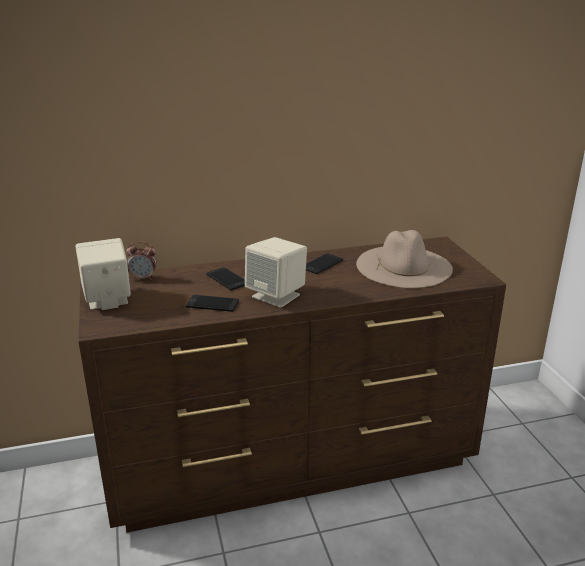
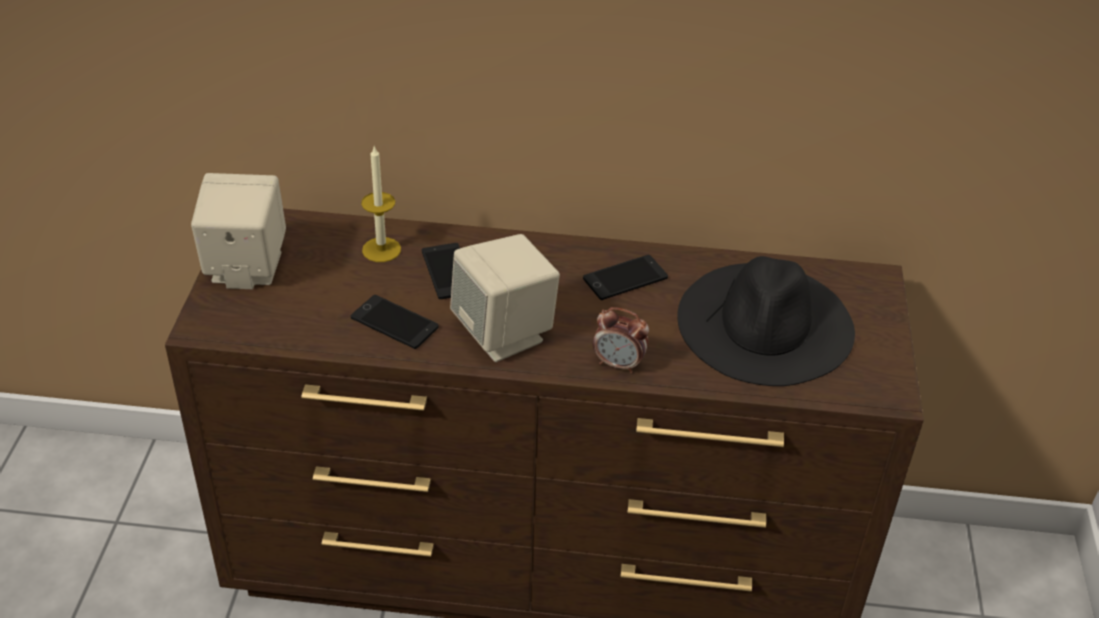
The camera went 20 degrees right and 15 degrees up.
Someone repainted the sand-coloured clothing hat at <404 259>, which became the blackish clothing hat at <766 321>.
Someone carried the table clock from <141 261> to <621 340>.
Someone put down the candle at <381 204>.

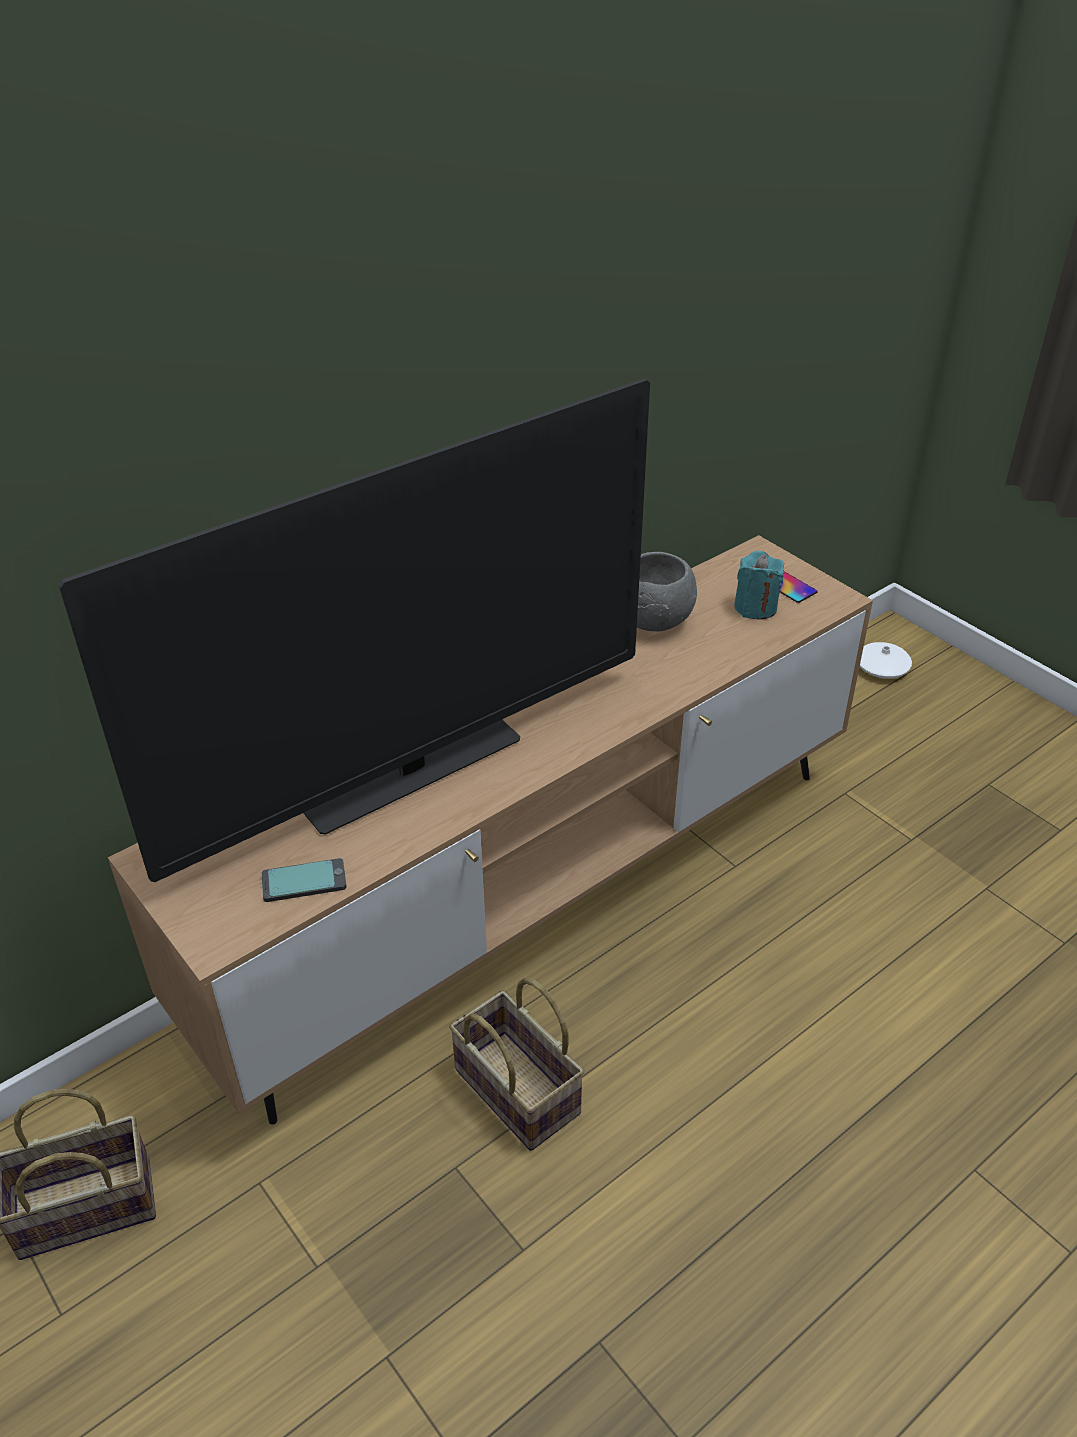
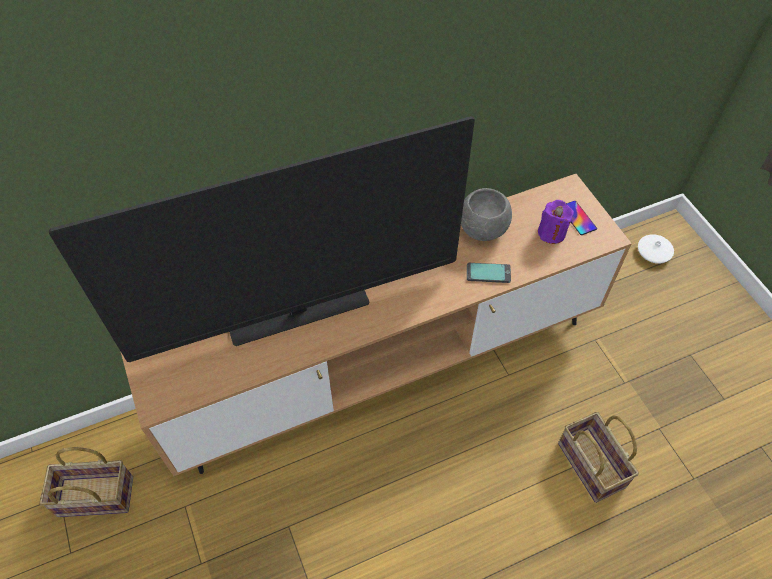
The camera went 15 degrees right and 15 degrees up.
Someone repainted the blue-green candle at <759 585>, which became the purple candle at <556 222>.
Someone carried the phone from <304 880> to <489 273>.
Someone carried the storage basket from <517 1064> to <598 457>.

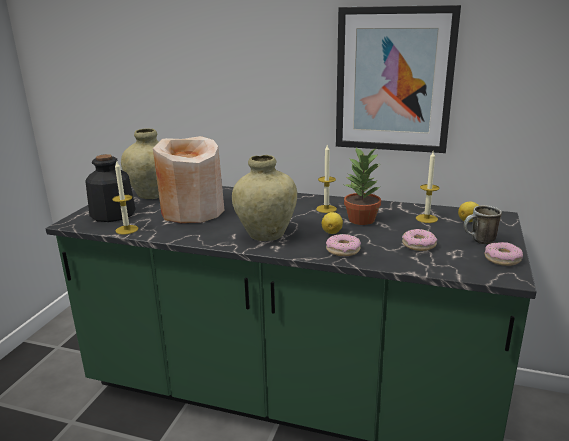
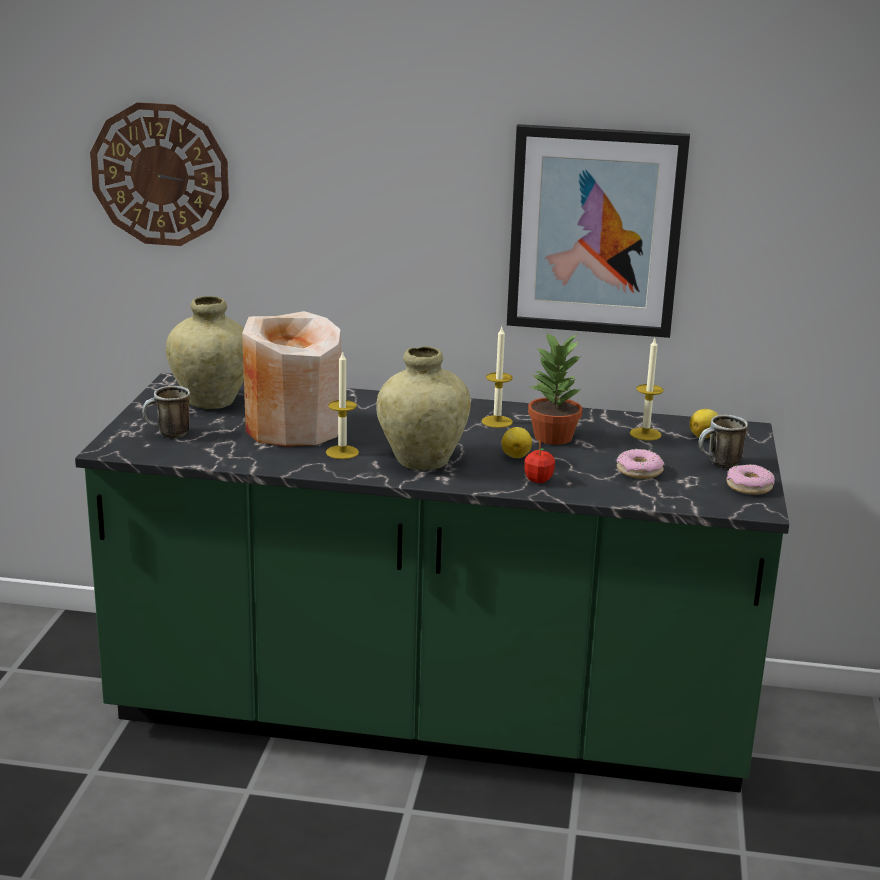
The camera went 10 degrees left and 0 degrees up.
Someone swapped the bottle at <110 188> for the tea mug at <166 412>.
Someone carried the candle from <125 198> to <342 405>.
Someone swapped the doughnut at <343 245> for the whole apple at <539 461>.
Someone put up the wall clock at <159 174>.

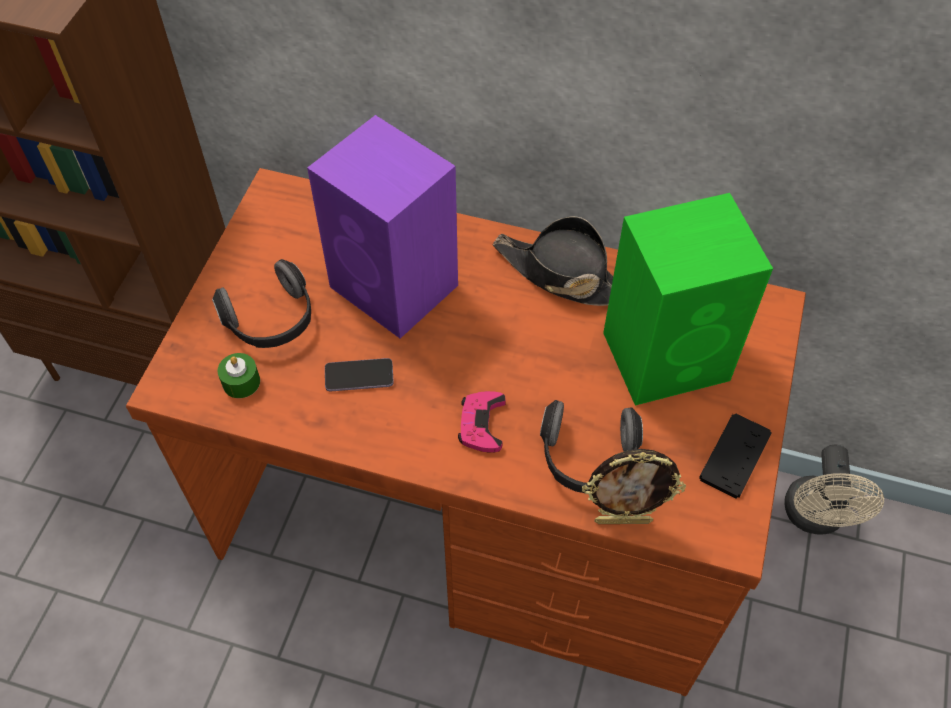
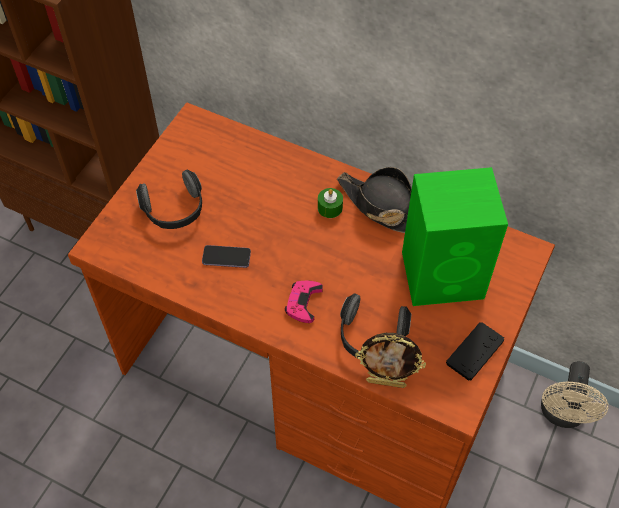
The camera went 10 degrees right and 0 degrees up.
Someone took away the purple audio speaker at <382 227>.
Someone carried the greenish candle from <238 375> to <330 203>.

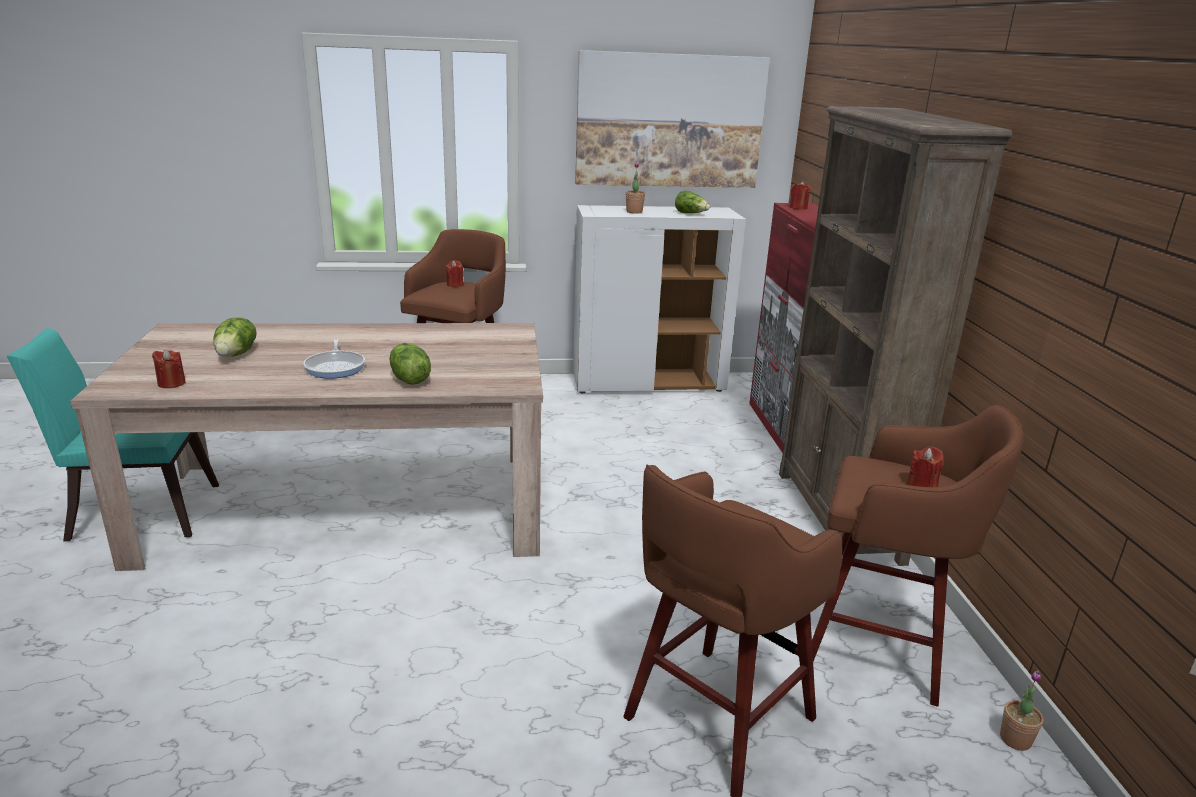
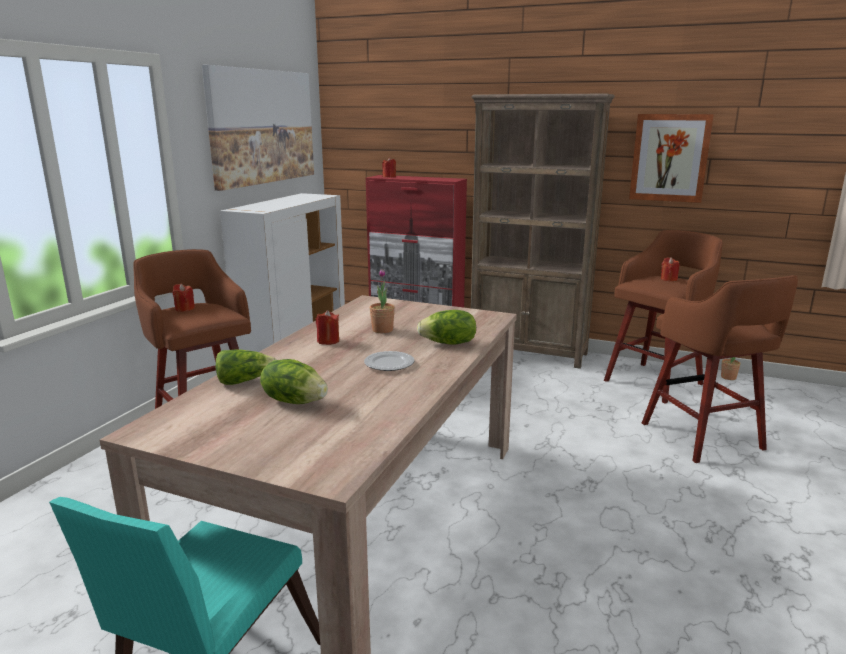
The camera went 60 degrees left and 5 degrees down.
Someone carried the potted plant from <635 188> to <382 301>.
Someone carried the lettuce head from <692 201> to <246 367>.
Someone swapped the frying pan at <334 359> for the plate at <389 361>.
Someone carried the red candle from <169 368> to <327 327>.
Someone put up the wall art at <671 158>.

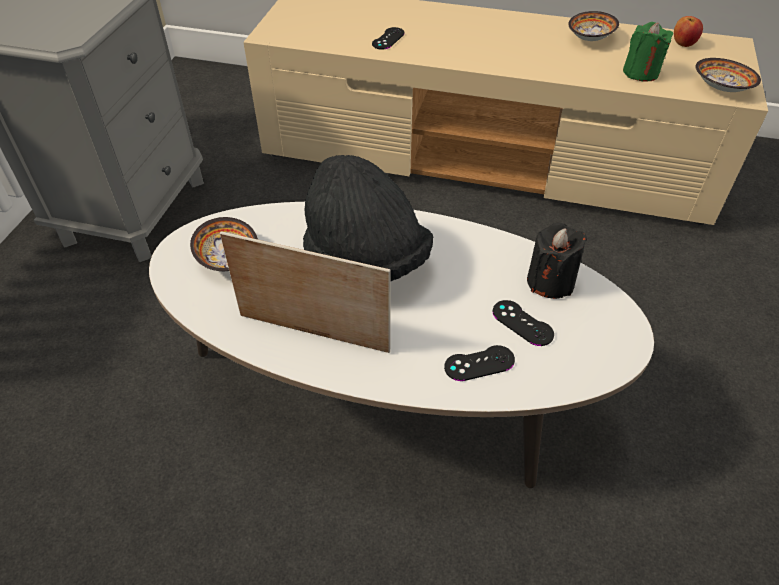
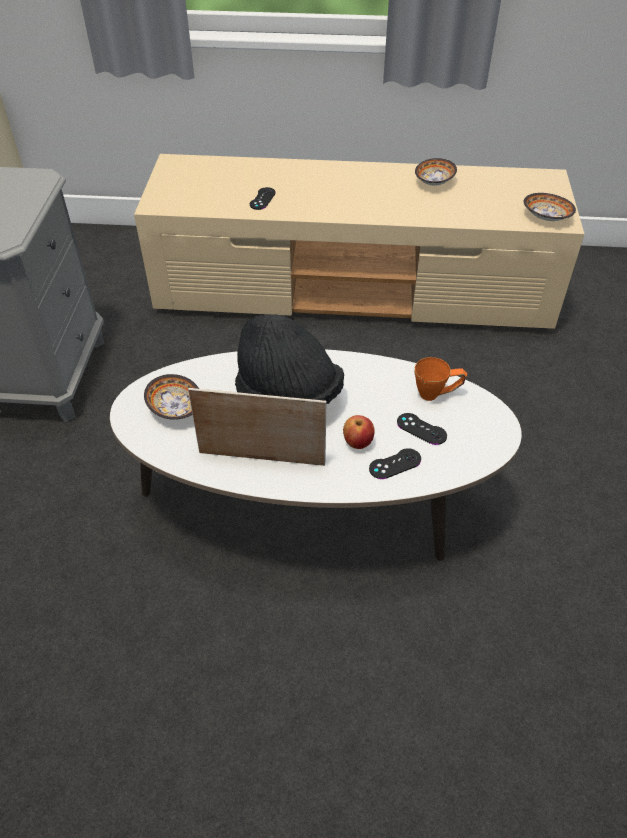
The camera went 10 degrees left and 0 degrees up.
Someone carried the whole apple from <688 31> to <359 432>.
Someone took away the greenish candle at <648 52>.
Someone swapped the blackish candle at <557 260> for the orange tea mug at <441 379>.

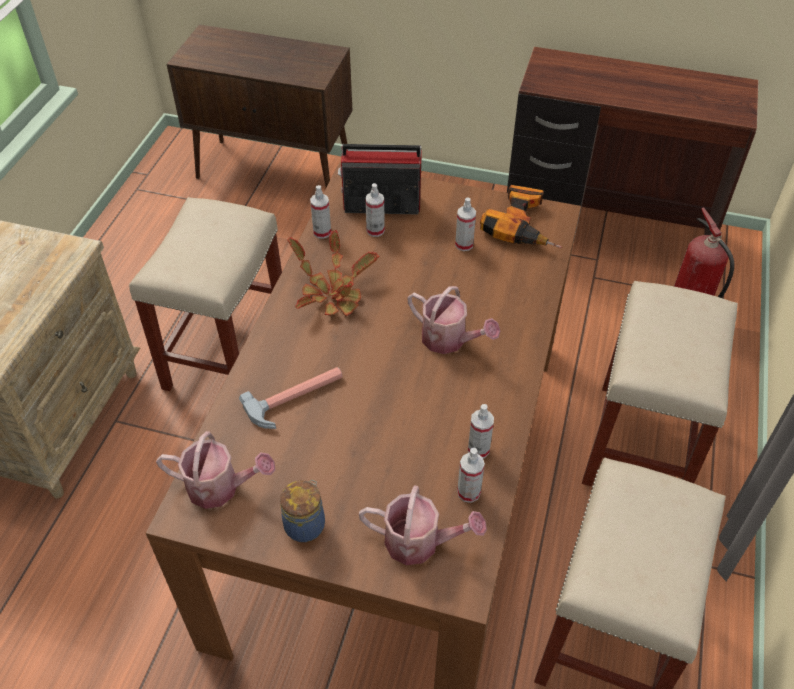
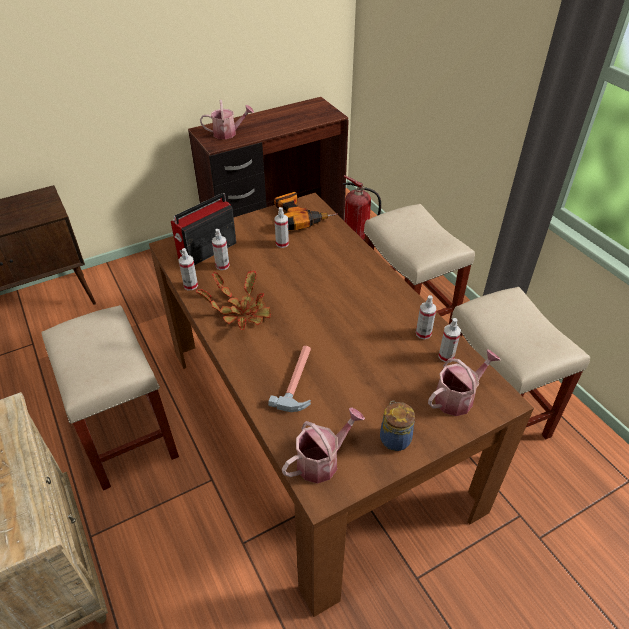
The camera went 45 degrees left and 5 degrees down.
Someone carried the watering can from <453 320> to <227 119>.

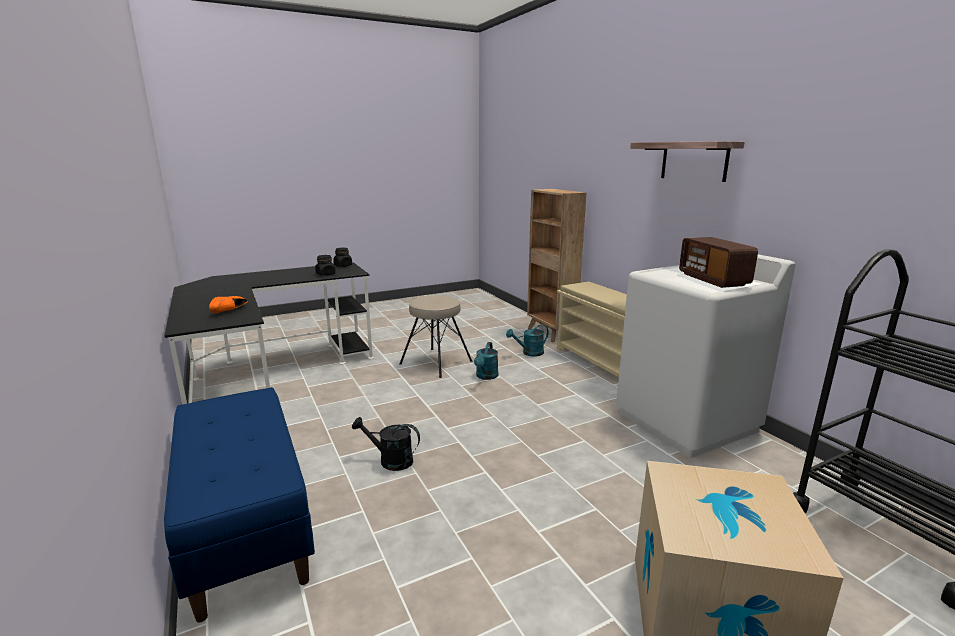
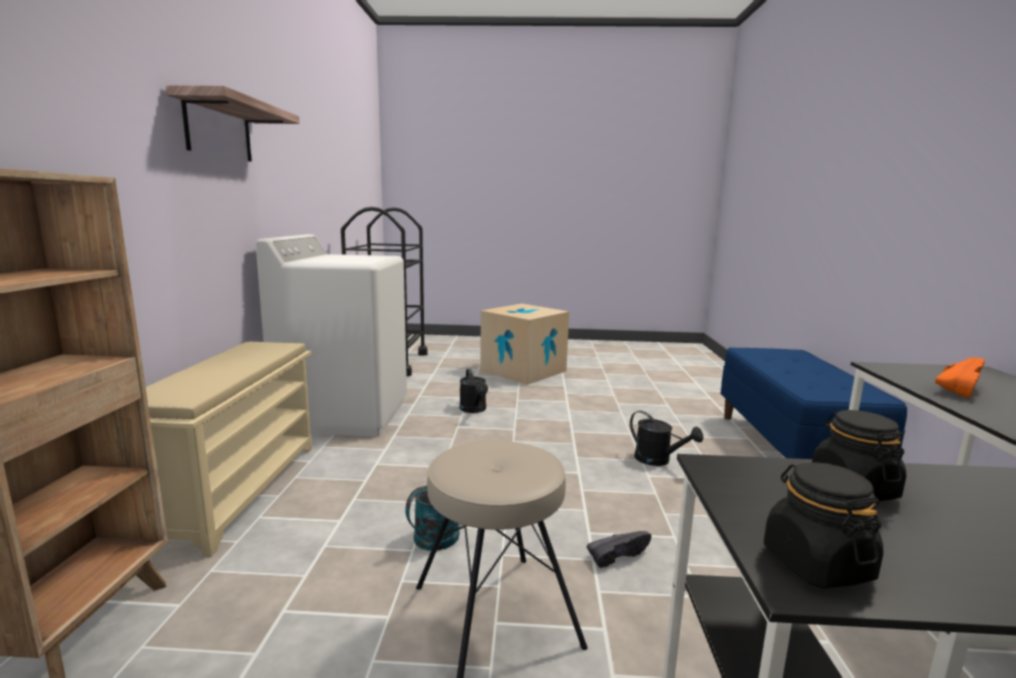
The camera went 150 degrees left and 5 degrees down.
Someone took away the radio receiver at <718 262>.
Someone took away the blue-green watering can at <527 341>.
Someone put down the blackish watering can at <474 391>.
Someone put down the blackish item of footwear at <619 549>.

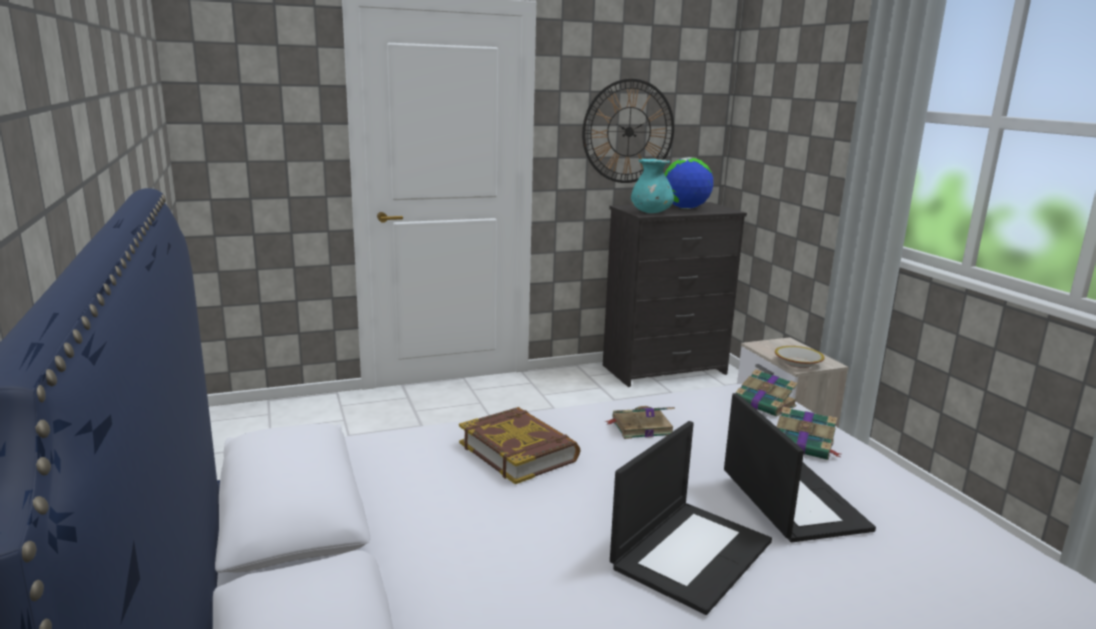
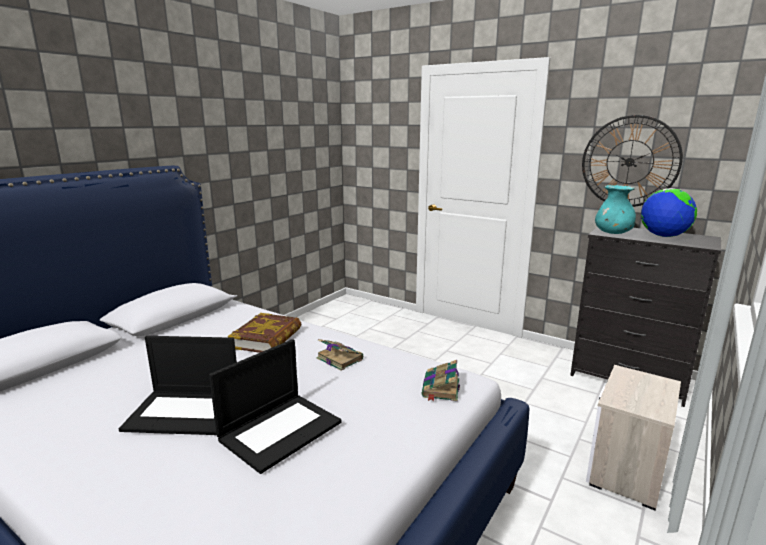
The camera went 55 degrees right and 0 degrees up.
Someone took away the serving bowl at <800 357>.
Someone took away the book at <808 433>.

